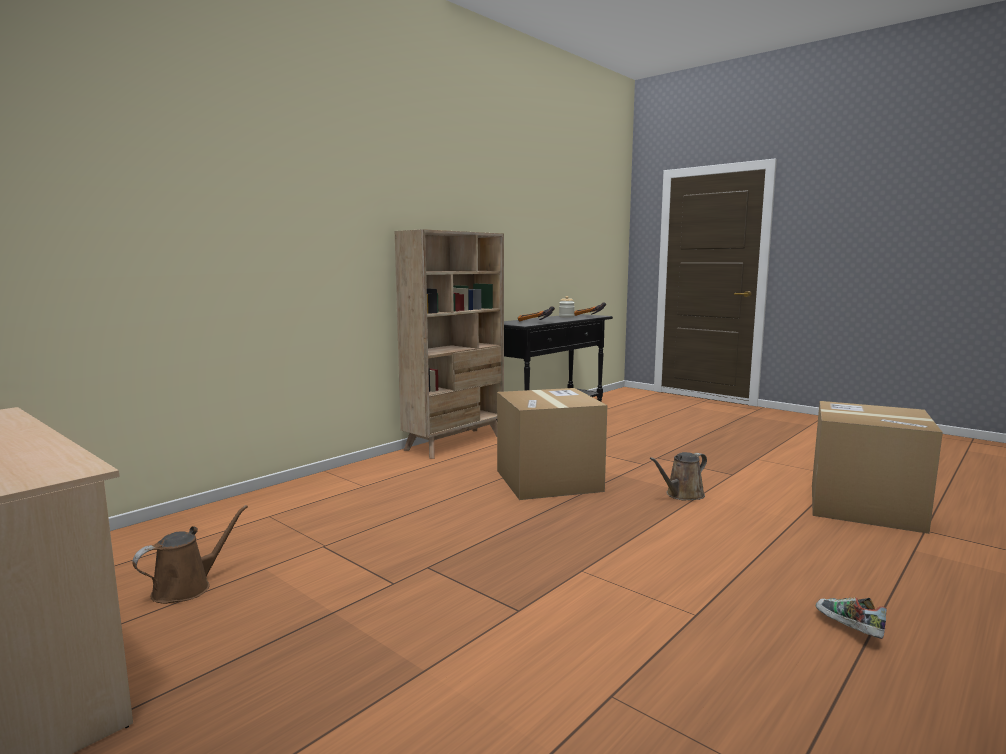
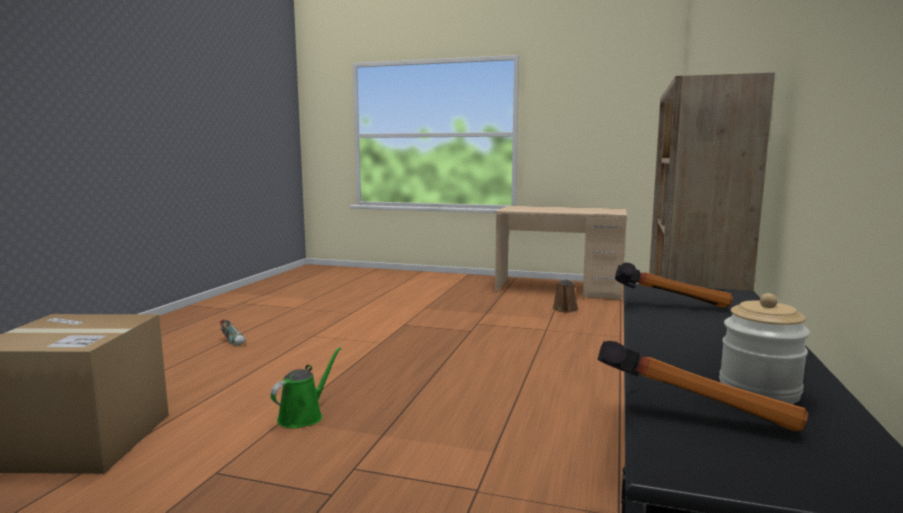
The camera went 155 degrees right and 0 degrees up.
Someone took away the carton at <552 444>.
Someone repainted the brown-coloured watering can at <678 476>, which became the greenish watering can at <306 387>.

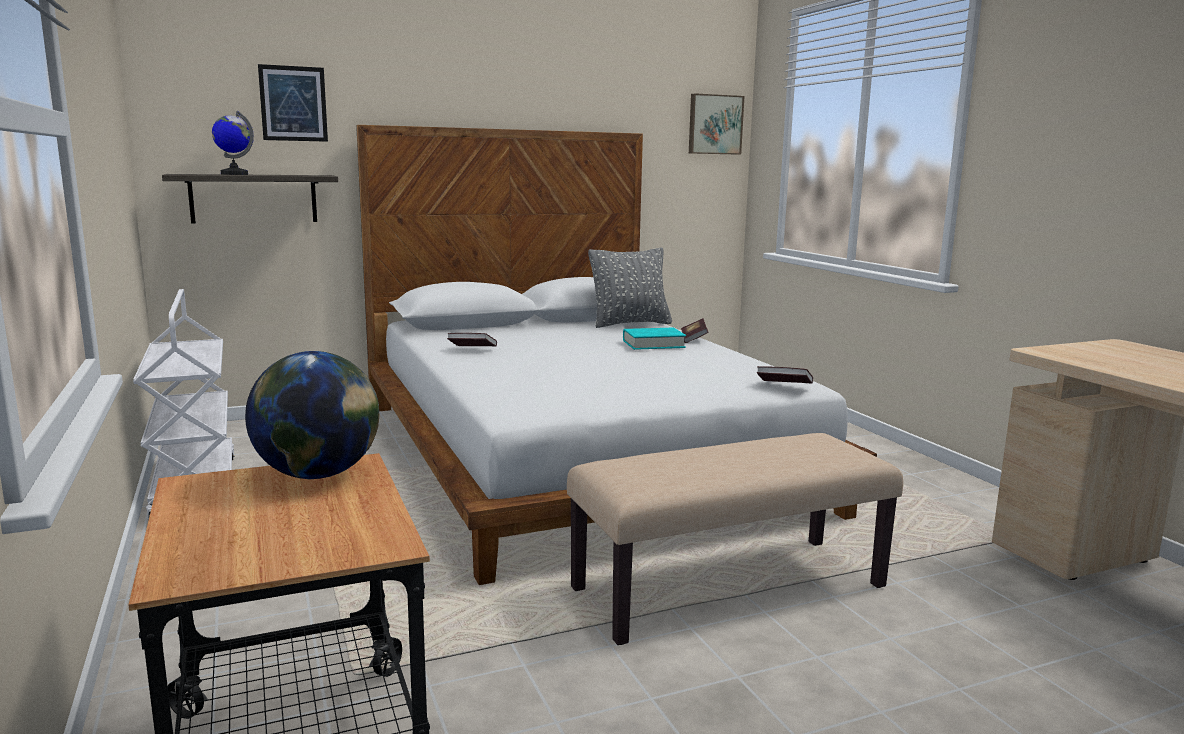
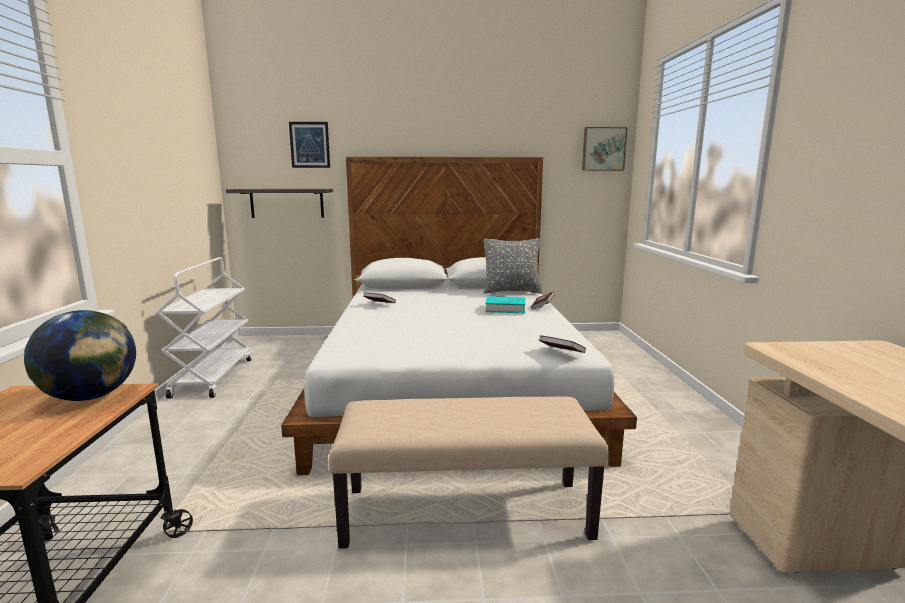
The camera went 20 degrees right and 0 degrees up.
Someone took away the world globe at <233 143>.

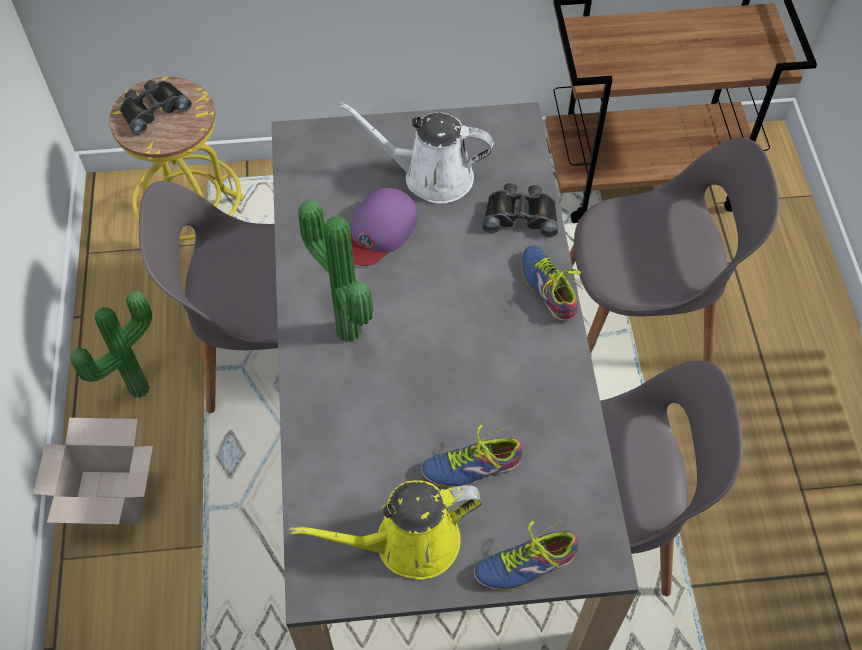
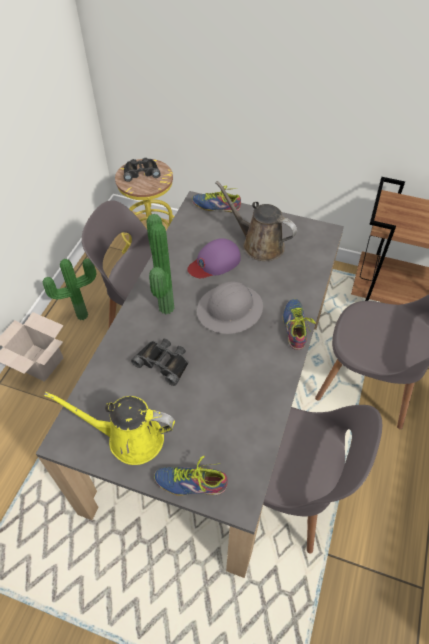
The camera went 25 degrees right and 5 degrees down.
Someone repainted the whitish watering can at <416 153>, which became the brown-coloured watering can at <256 221>.
Someone carried the blackish pair of binoculars from <520 210> to <160 362>.
Someone carried the item of footwear from <472 455> to <216 199>.
Someone put down the gray work helmet at <230 307>.

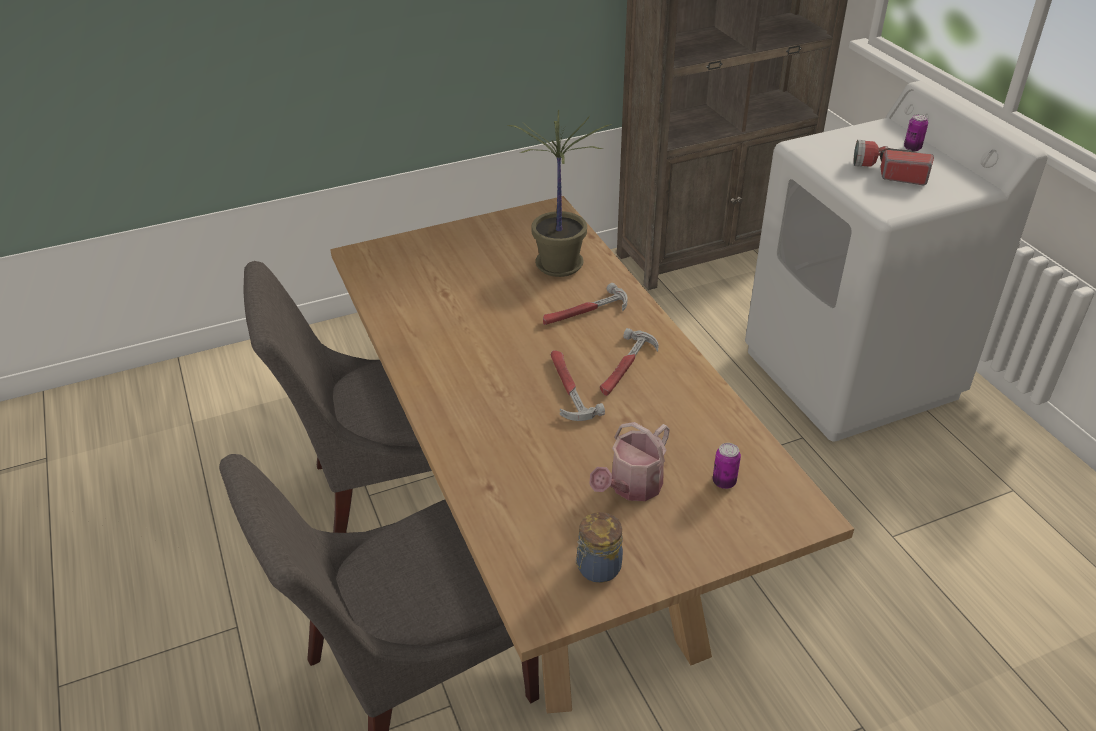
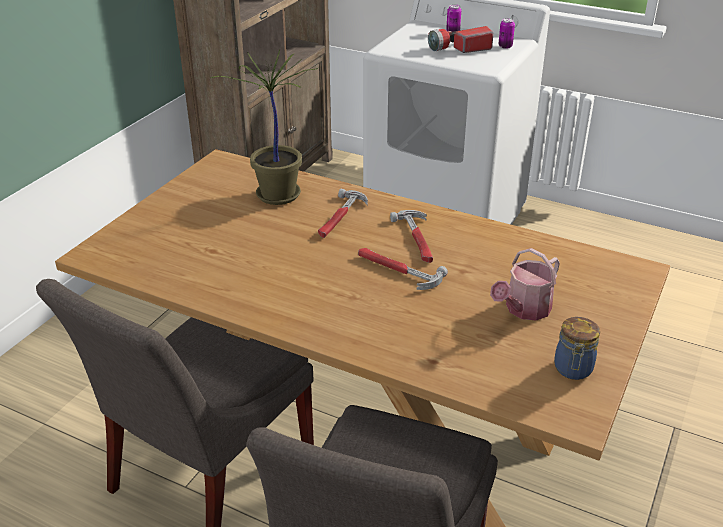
The camera went 40 degrees left and 5 degrees down.
Someone rotated the watering can at <629 461> by 45 degrees clockwise.
Someone carried the can from <727 466> to <506 33>.

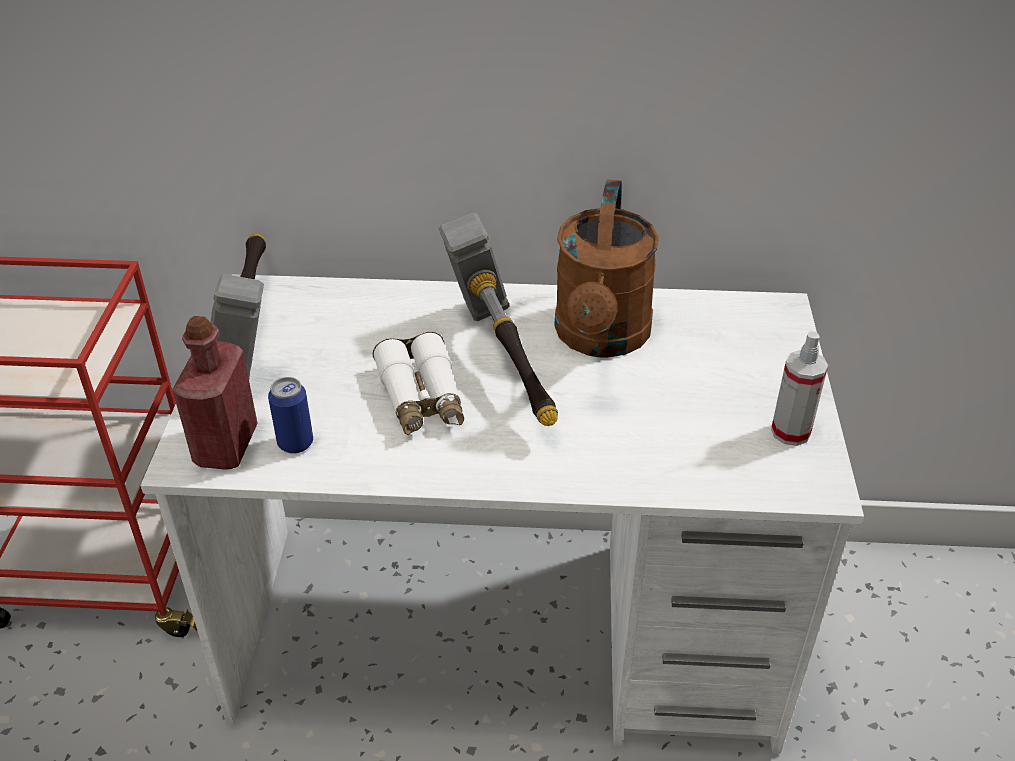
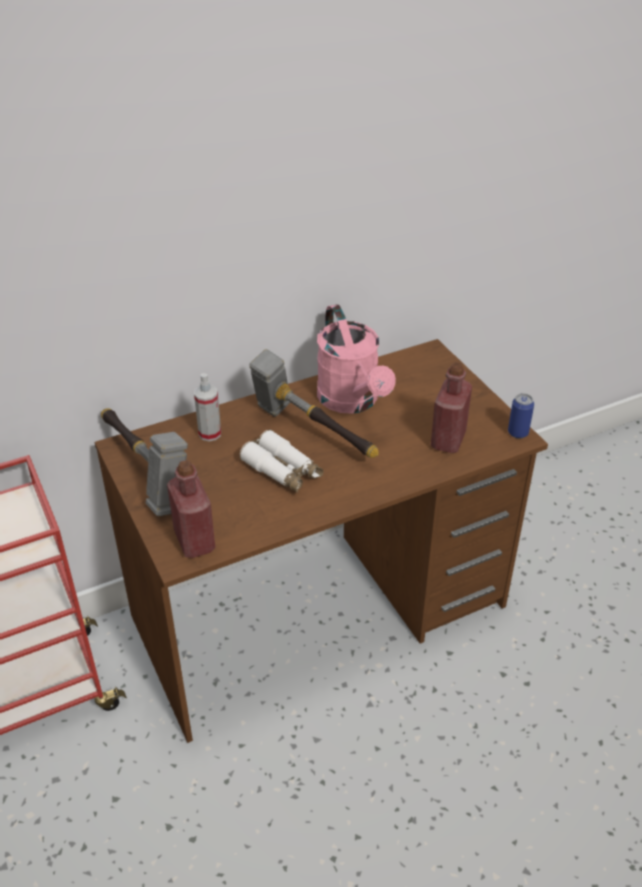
The camera went 30 degrees left and 0 degrees up.
Someone repainted the brown-coloured watering can at <606 268>, which became the pinkish watering can at <356 359>.
Someone repainted the whitish desk table at <502 514>, which became the brown-coloured desk table at <321 541>.
Someone carried the spray bottle from <799 388> to <207 407>.
Someone carried the can from <290 415> to <521 415>.
Someone put down the red bottle at <451 407>.

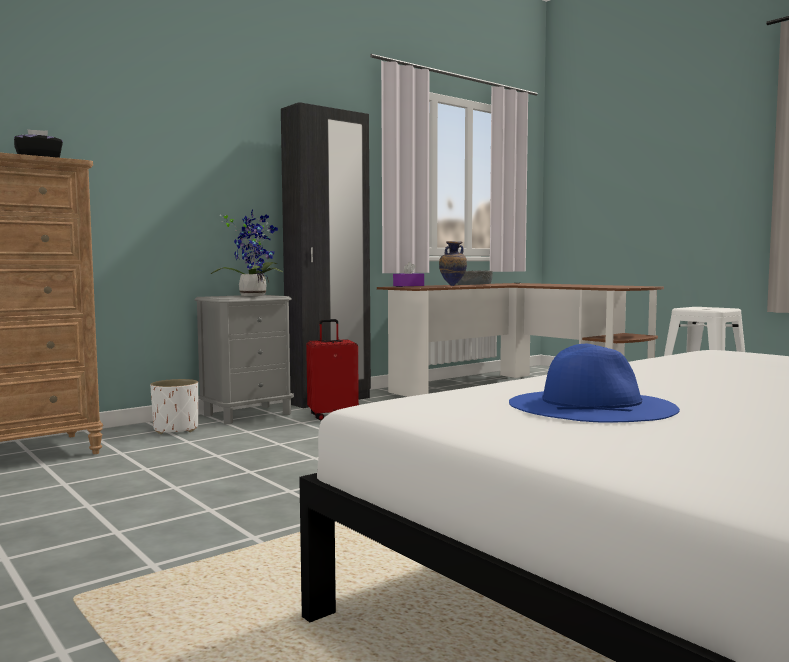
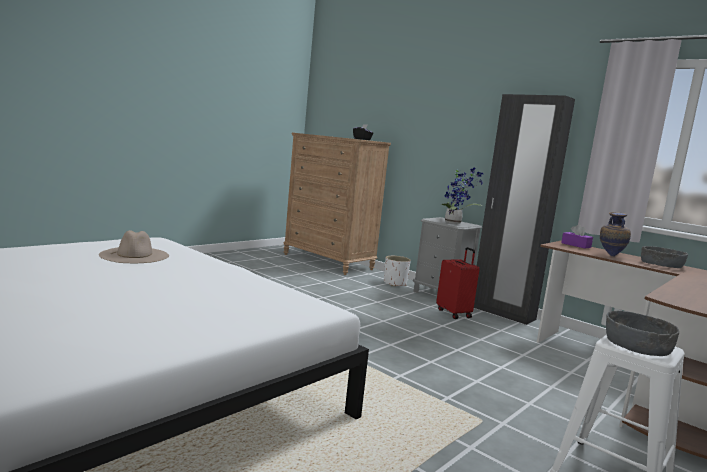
The camera went 80 degrees right and 5 degrees up.
Someone repainted the bluish clothing hat at <594 383>, which became the sand-coloured clothing hat at <134 246>.
Someone put down the gray serving bowl at <642 333>.

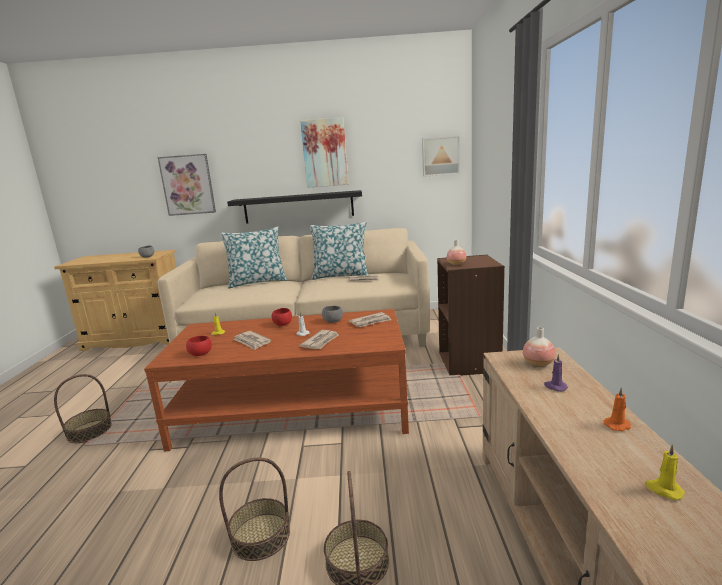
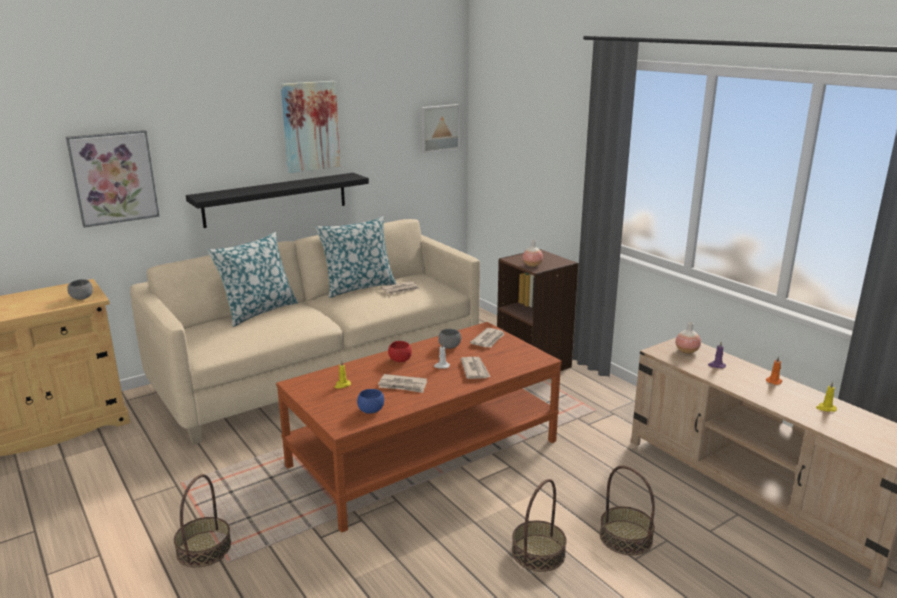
The camera went 35 degrees left and 5 degrees up.
Someone repainted the red serving bowl at <199 346>, which became the bluish serving bowl at <370 401>.

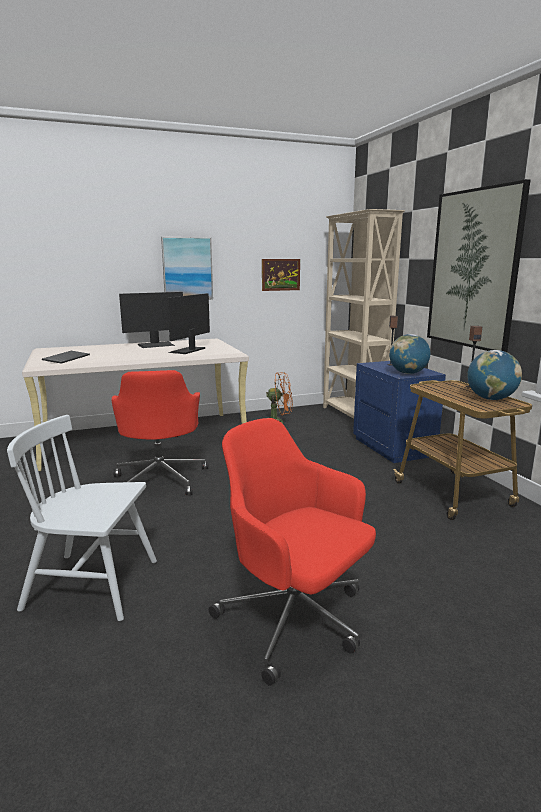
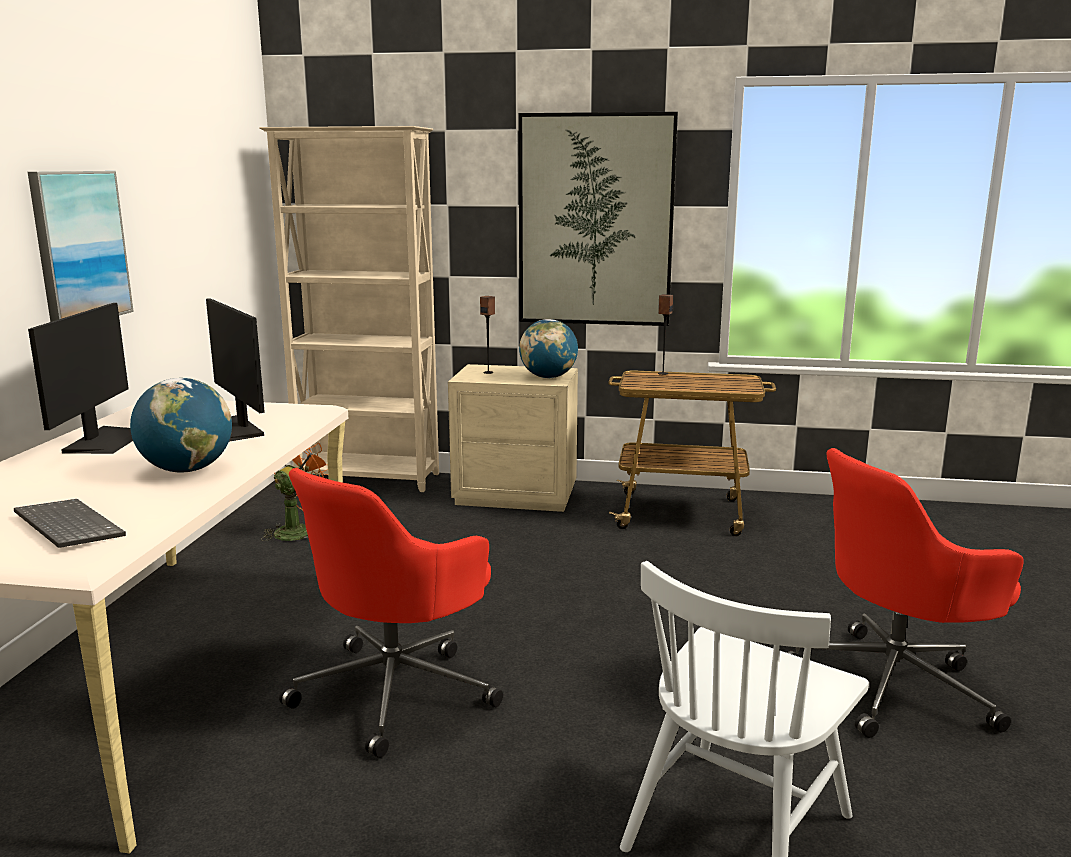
The camera went 60 degrees left and 0 degrees up.
Someone took away the wall art at <281 275>.
Someone carried the world globe from <494 375> to <181 425>.
Someone repainted the bluish nightstand at <399 412>, which became the sand-coloured nightstand at <513 438>.
Someone rotated the red computer chair at <160 432> by 105 degrees clockwise.

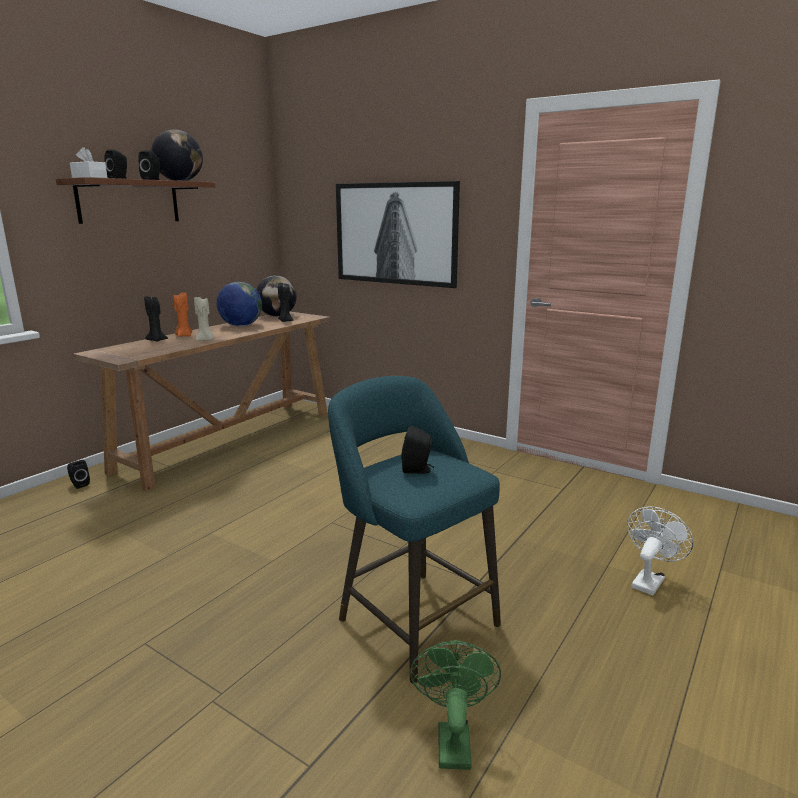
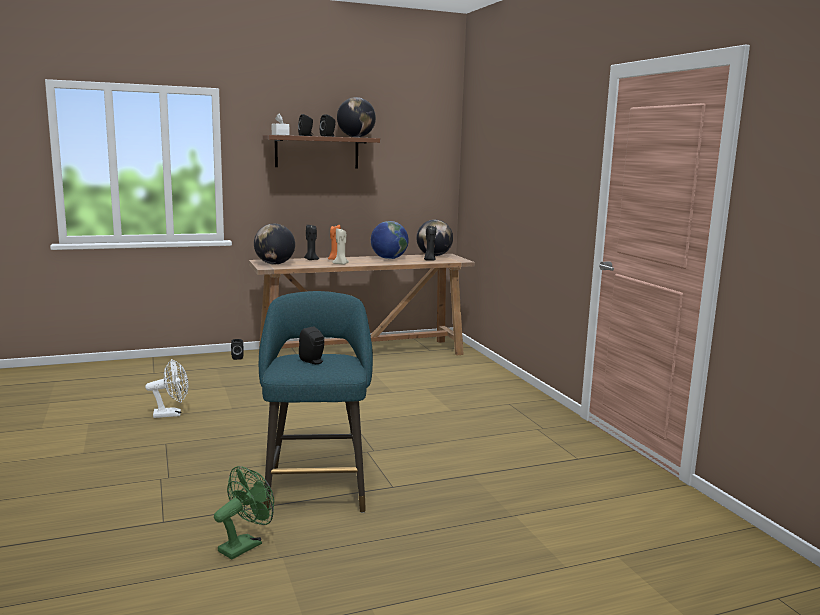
The camera went 35 degrees right and 5 degrees down.
Someone took away the wall art at <398 234>.
Someone carried the whitish fan from <660 551> to <166 388>.
Someone put down the world globe at <274 244>.

